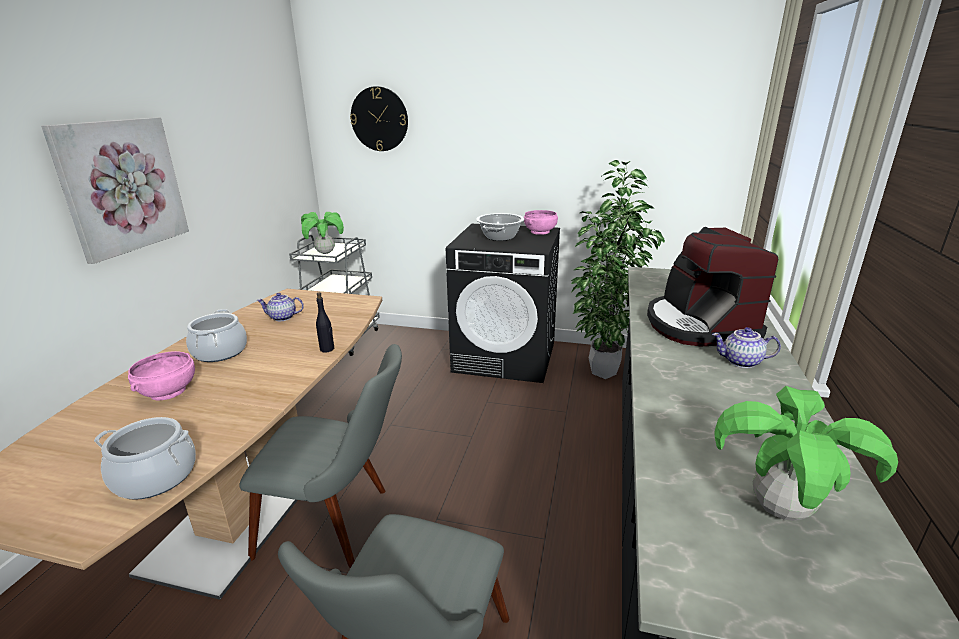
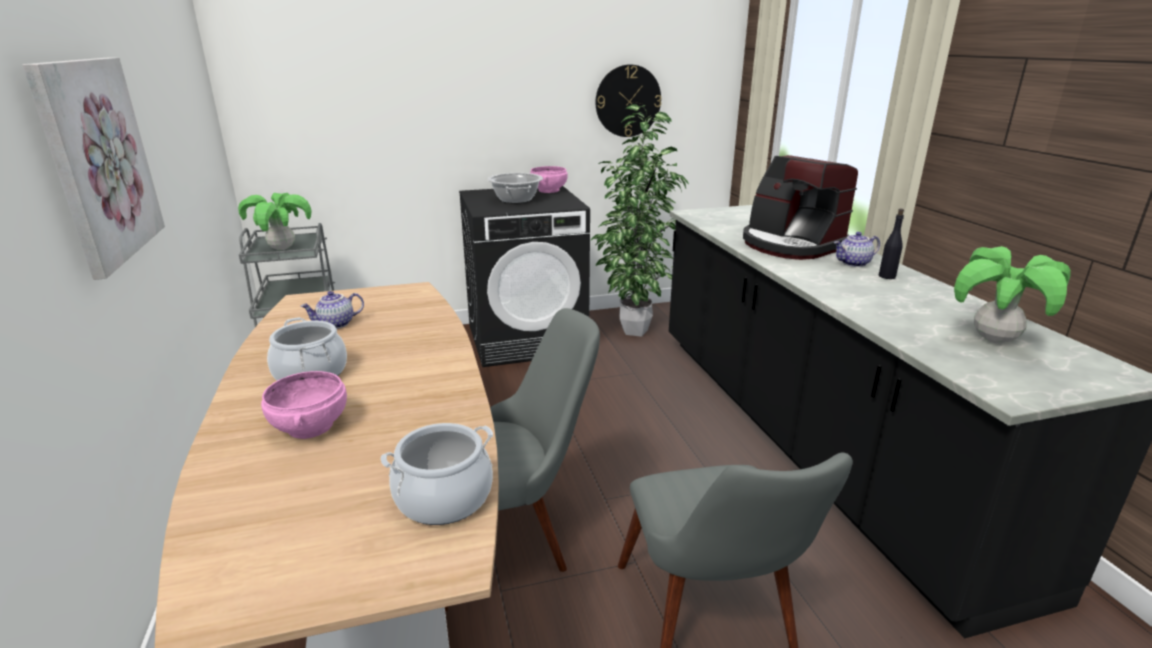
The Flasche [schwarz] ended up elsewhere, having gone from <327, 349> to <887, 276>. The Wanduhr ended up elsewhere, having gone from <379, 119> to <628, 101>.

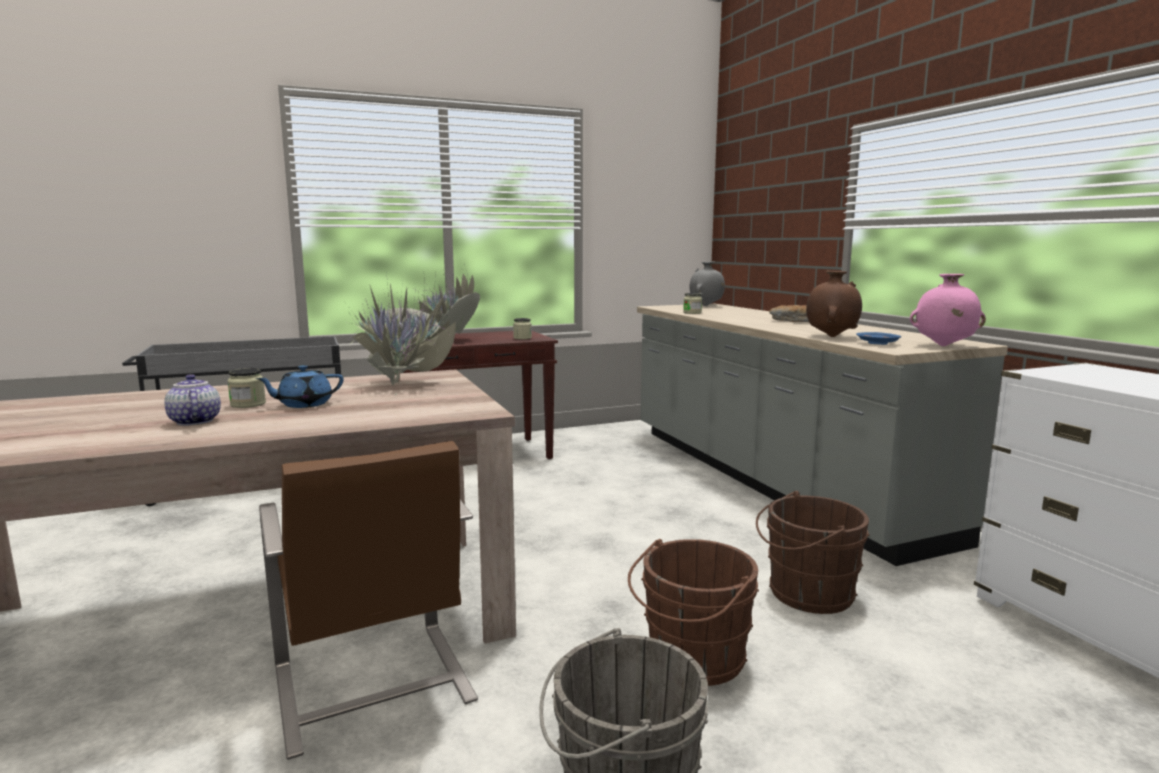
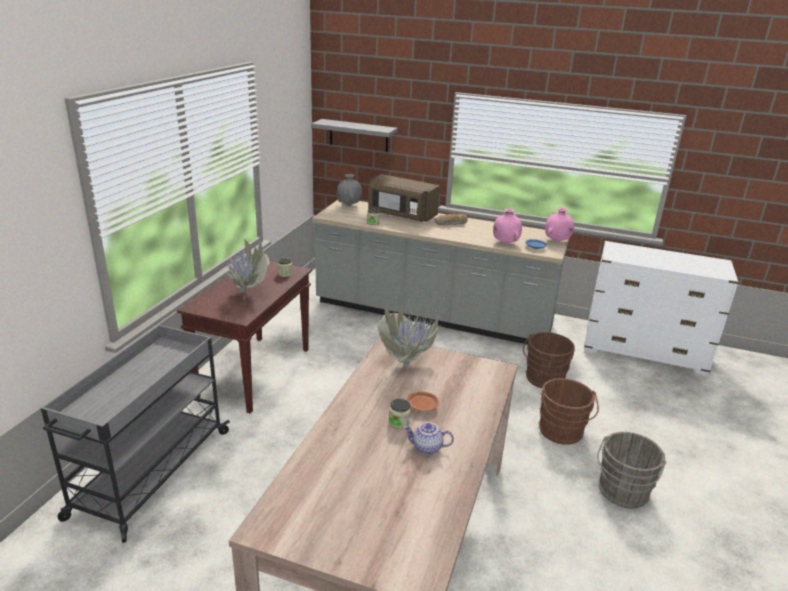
Where the Teekanne [blau] stood at <304, 404>, the Teller [braun] came to stand at <422, 406>. The second view lost the Stuhl [braun] at <372, 686>. What was the Vase [braun] at <831, 336> turned into the Vase [rosa] at <505, 243>. The second view gained the Wandregal [grau] at <358, 135>. The second view gained the Mikrowelle [braun] at <401, 214>.

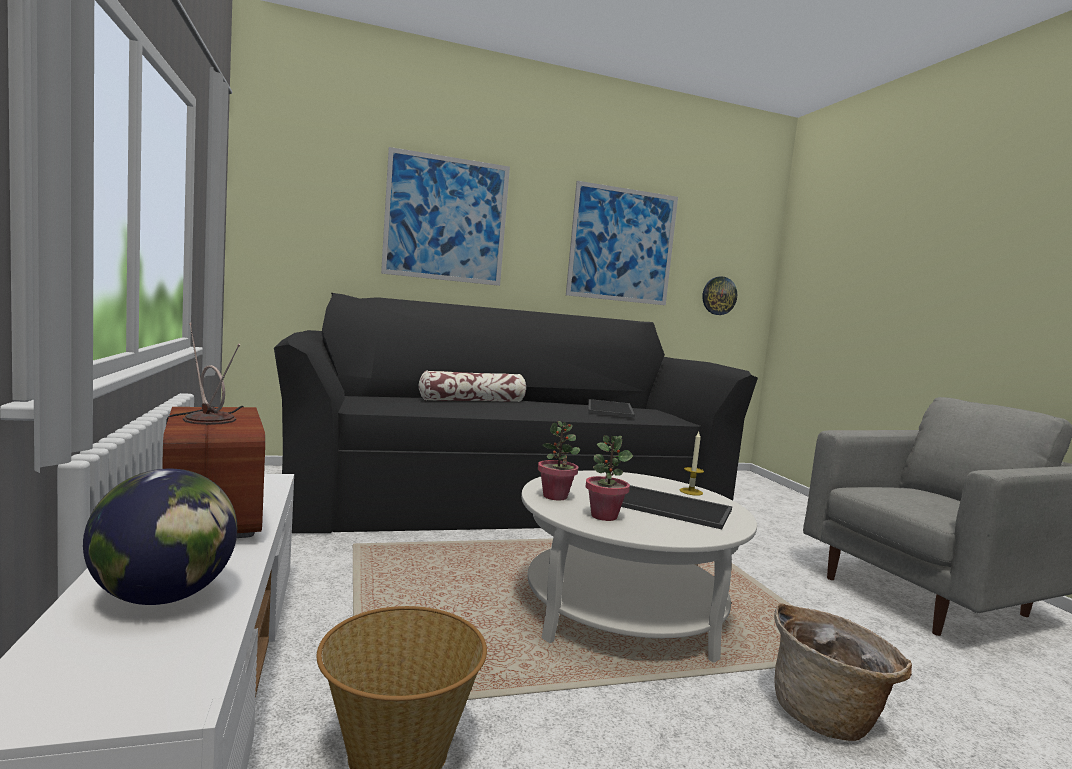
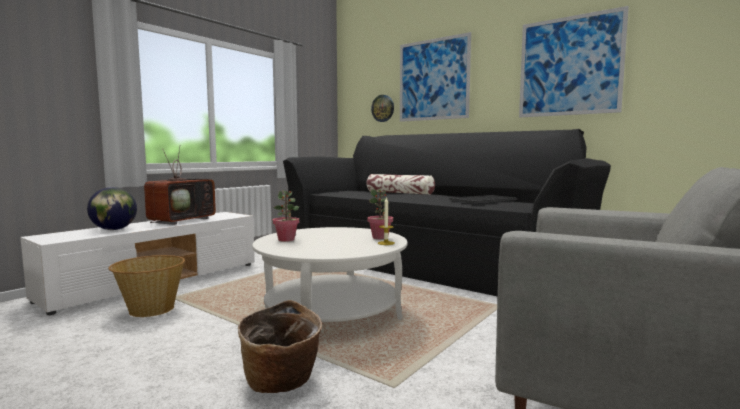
The Topfpflanze ended up elsewhere, having gone from <555, 496> to <380, 237>. The second view lost the Tablett at <669, 506>. The Wanduhr ended up elsewhere, having gone from <719, 295> to <383, 108>.

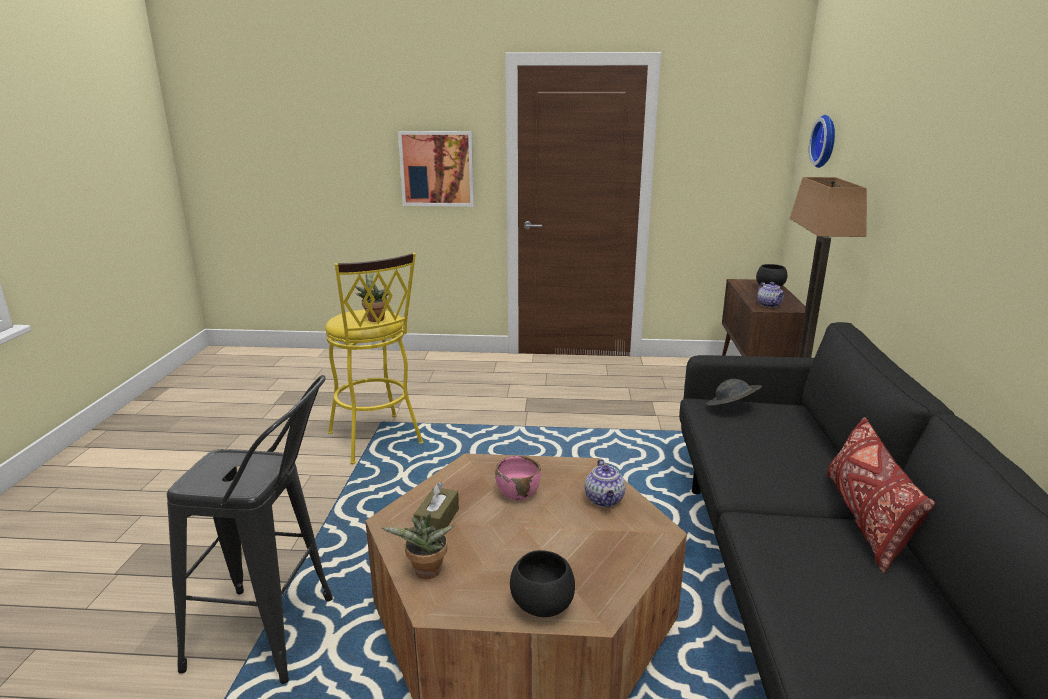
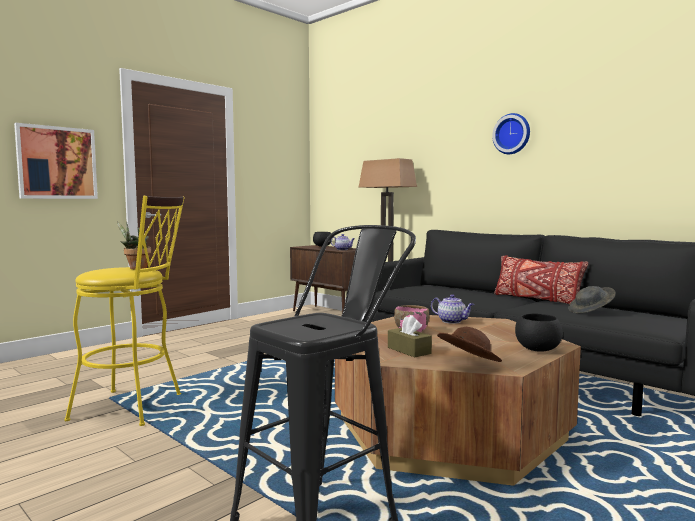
Where the Topfpflanze stood at <426, 573>, the Hut [braun] came to stand at <467, 363>. The Hut [grau] ended up elsewhere, having gone from <731, 408> to <591, 311>. The Wanduhr ended up elsewhere, having gone from <826, 141> to <512, 134>.

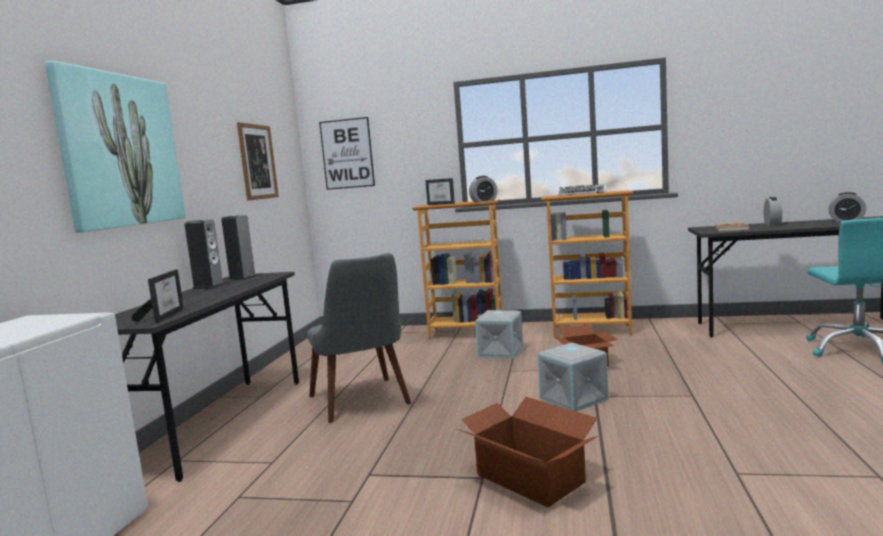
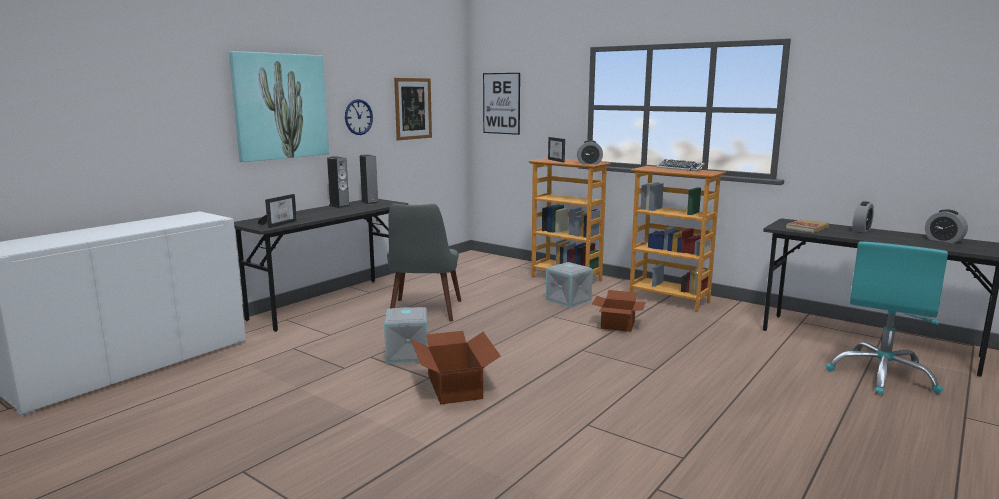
The Aufbewahrungsbox [grau] ended up elsewhere, having gone from <574, 399> to <408, 354>. The second view gained the Wanduhr at <358, 117>.

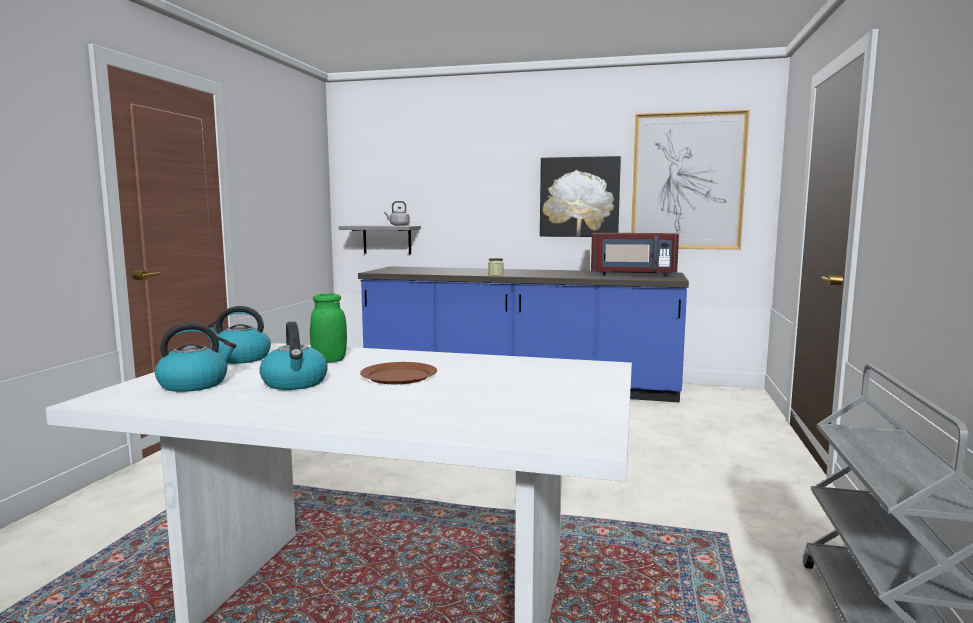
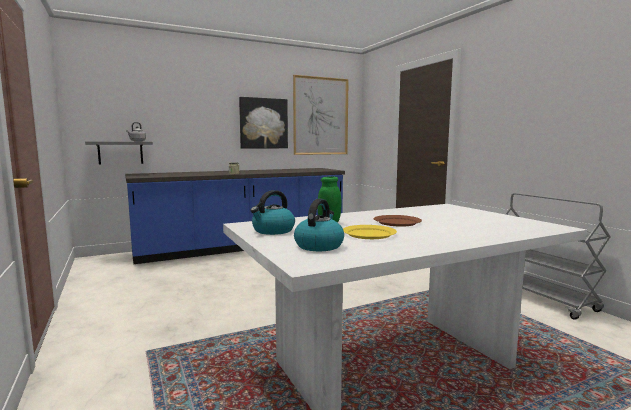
Where the Wasserkessel stood at <295, 383>, the Teller [gelb] came to stand at <368, 234>. The second view lost the Mikrowelle [rot] at <632, 275>.

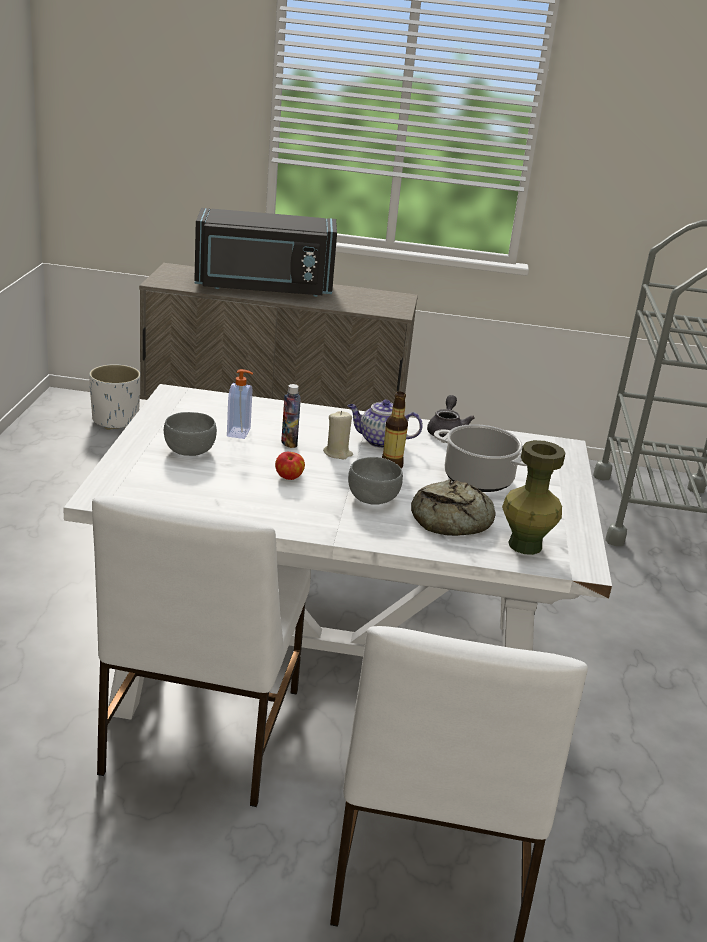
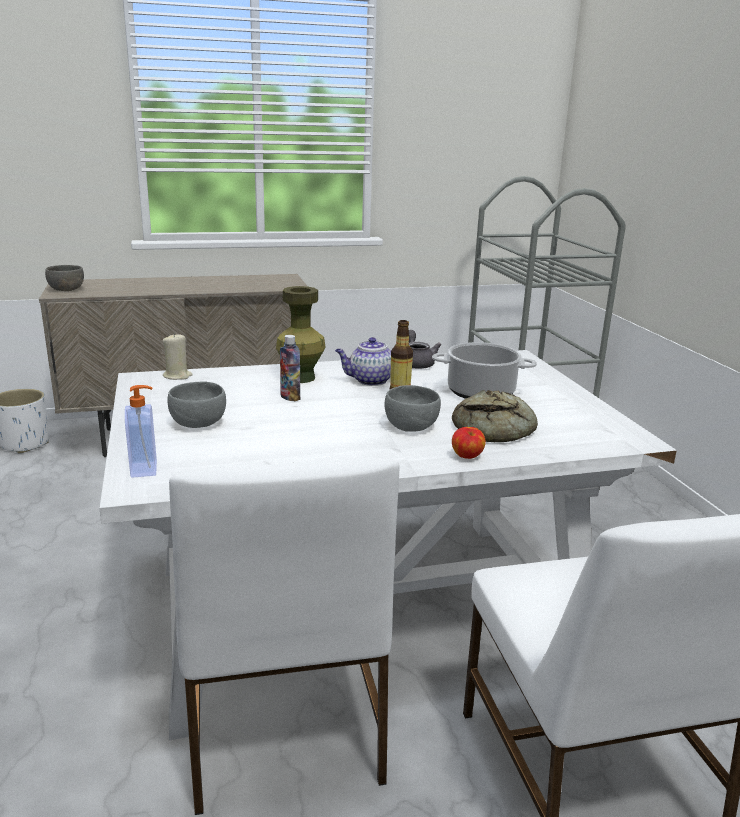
The second view lost the Mikrowelle [schwarz] at <263, 288>. The Seifenspender ended up elsewhere, having gone from <239, 433> to <145, 469>. The Apfel ended up elsewhere, having gone from <289, 478> to <467, 457>. The Kerze [beige] ended up elsewhere, having gone from <337, 453> to <177, 376>. The Vase [grün] ended up elsewhere, having gone from <524, 545> to <300, 378>. The second view gained the Schüssel [grau] at <66, 289>.

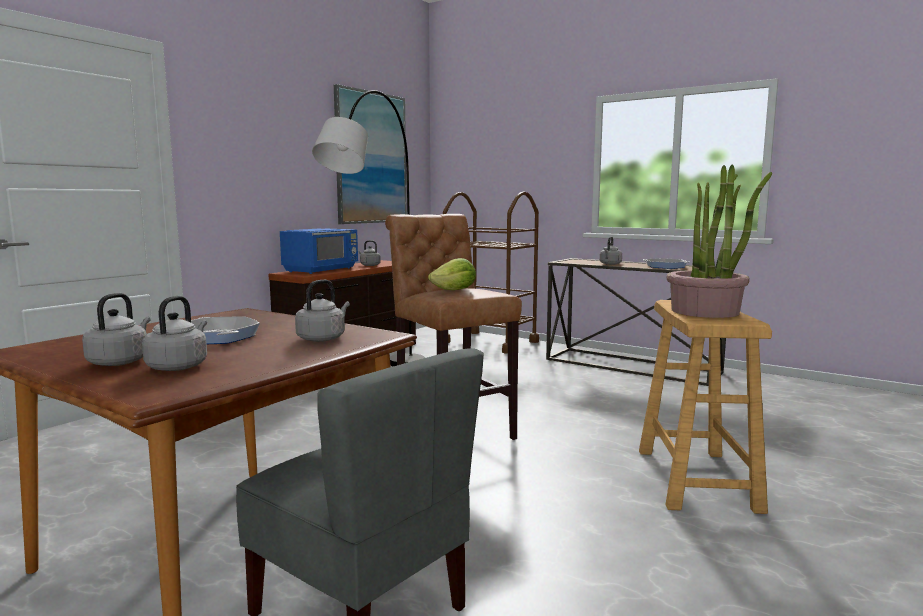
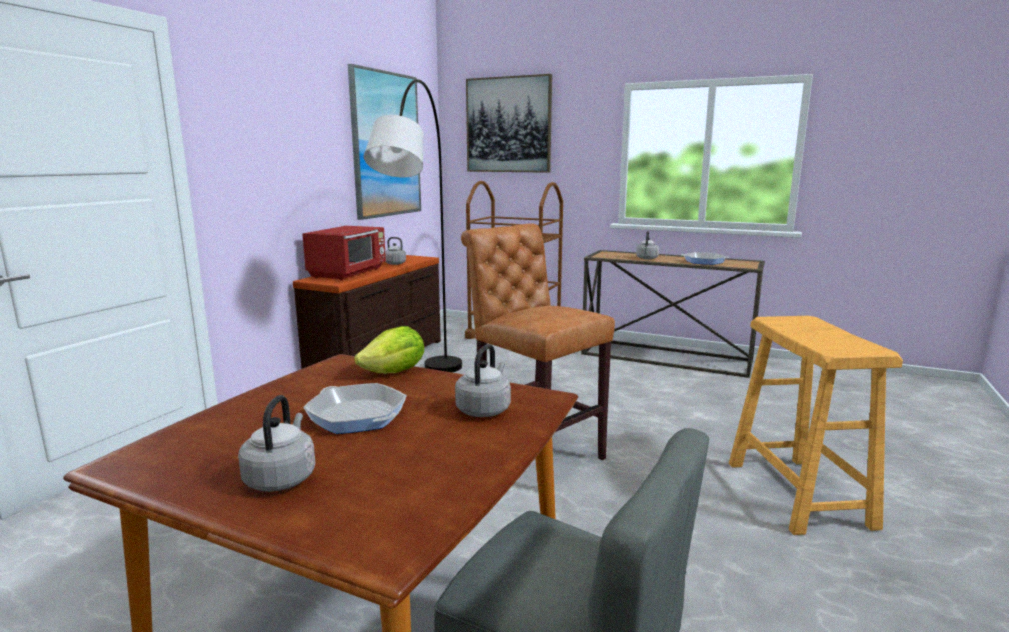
The second view lost the Wasserkessel [grau] at <179, 366>. What was the Mikrowelle [blau] at <322, 270> turned into the Mikrowelle [rot] at <349, 273>. The Salatkopf ended up elsewhere, having gone from <454, 290> to <395, 372>. The second view lost the Topfpflanze at <706, 311>. The second view gained the Bild at <508, 125>.

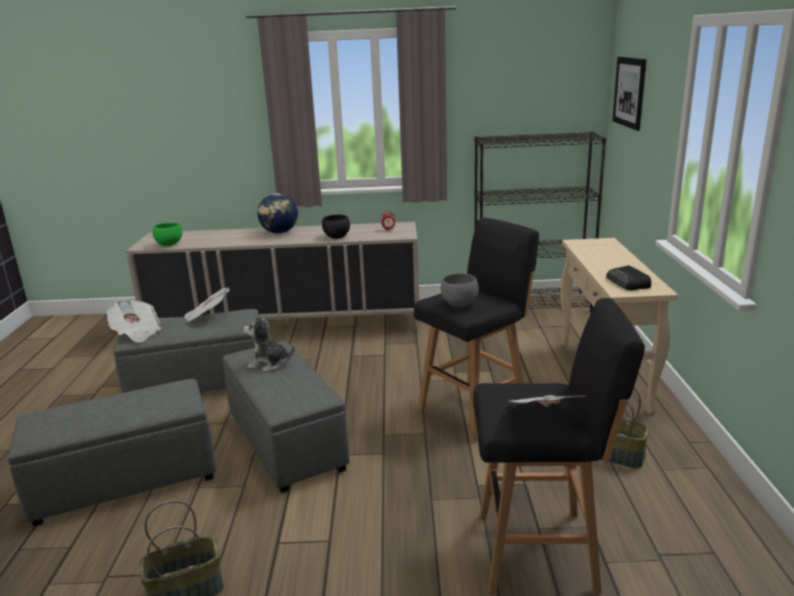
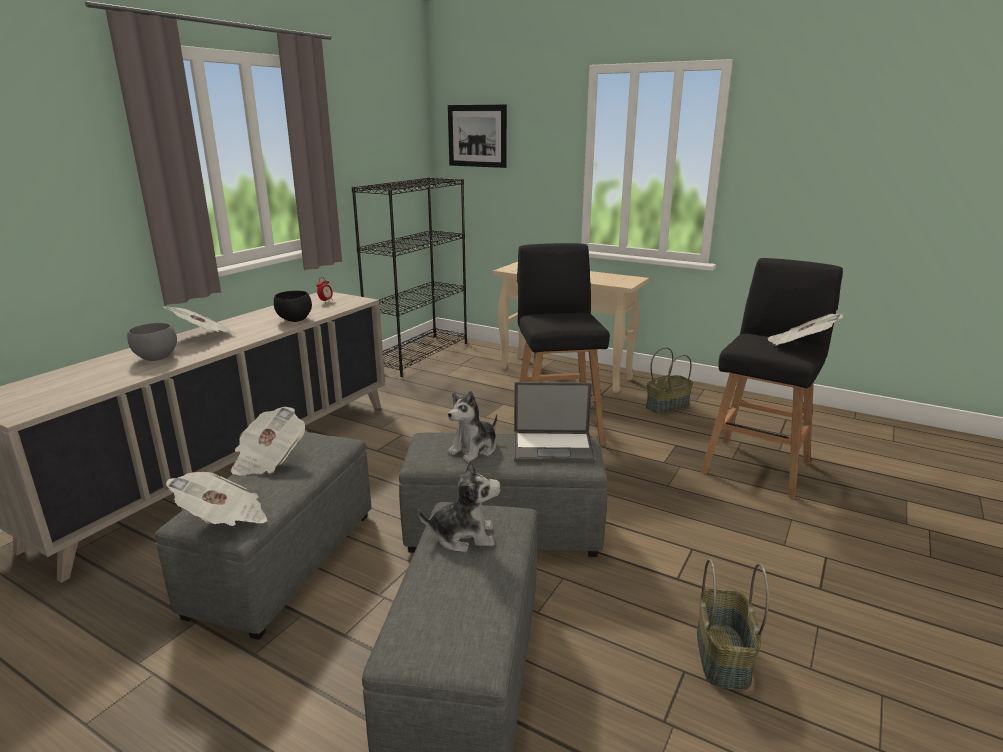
The second view lost the Schüssel [grün] at <169, 244>. Where the Globus stood at <279, 232>, the Zeitung came to stand at <204, 336>. The Schüssel [grau] ended up elsewhere, having gone from <458, 304> to <156, 358>. The second view lost the Radio at <628, 283>. The second view gained the Plüschtier at <463, 536>. The second view gained the Laptop at <554, 447>.

